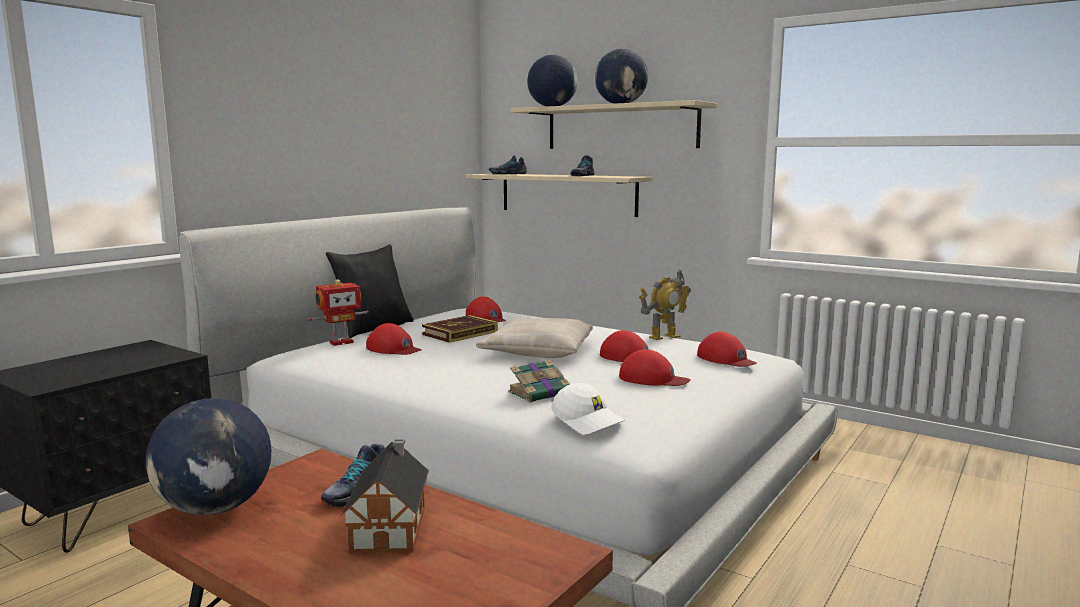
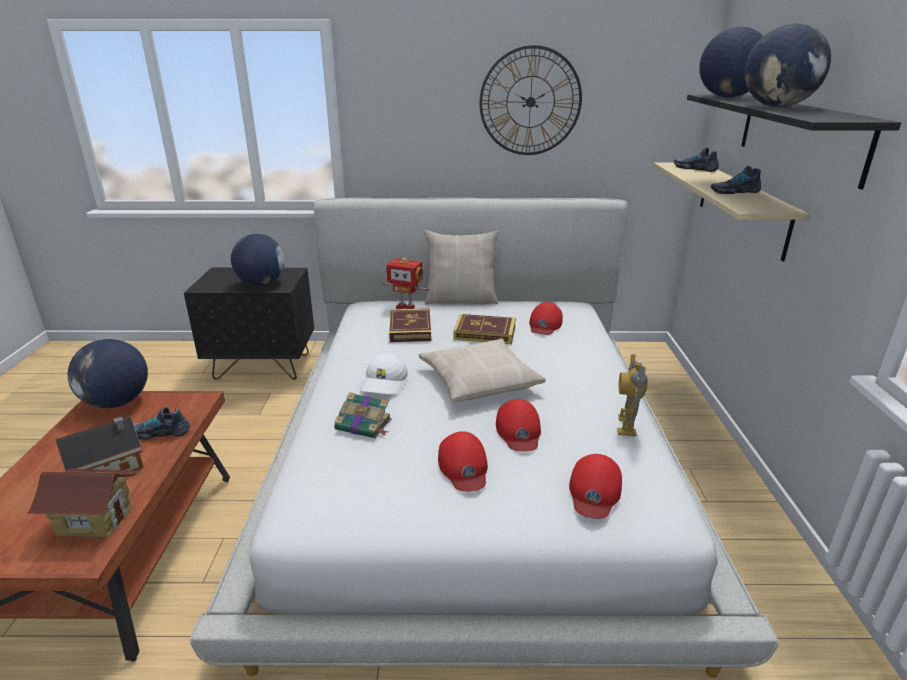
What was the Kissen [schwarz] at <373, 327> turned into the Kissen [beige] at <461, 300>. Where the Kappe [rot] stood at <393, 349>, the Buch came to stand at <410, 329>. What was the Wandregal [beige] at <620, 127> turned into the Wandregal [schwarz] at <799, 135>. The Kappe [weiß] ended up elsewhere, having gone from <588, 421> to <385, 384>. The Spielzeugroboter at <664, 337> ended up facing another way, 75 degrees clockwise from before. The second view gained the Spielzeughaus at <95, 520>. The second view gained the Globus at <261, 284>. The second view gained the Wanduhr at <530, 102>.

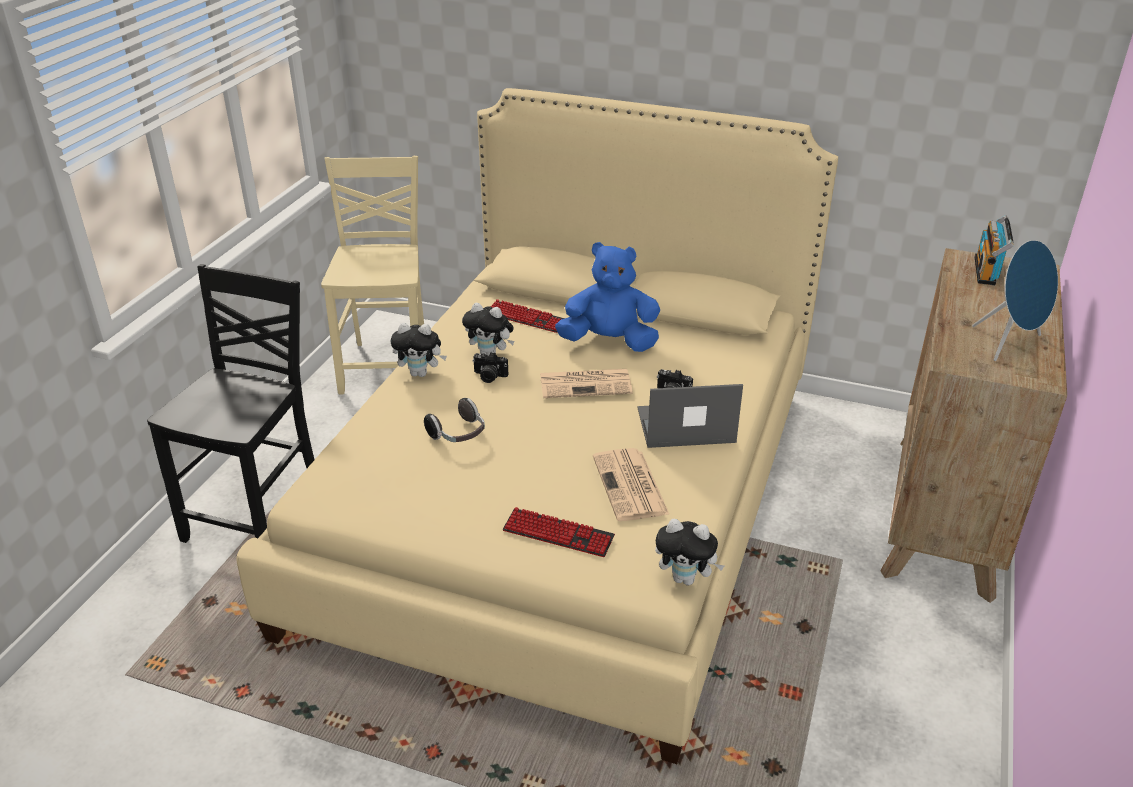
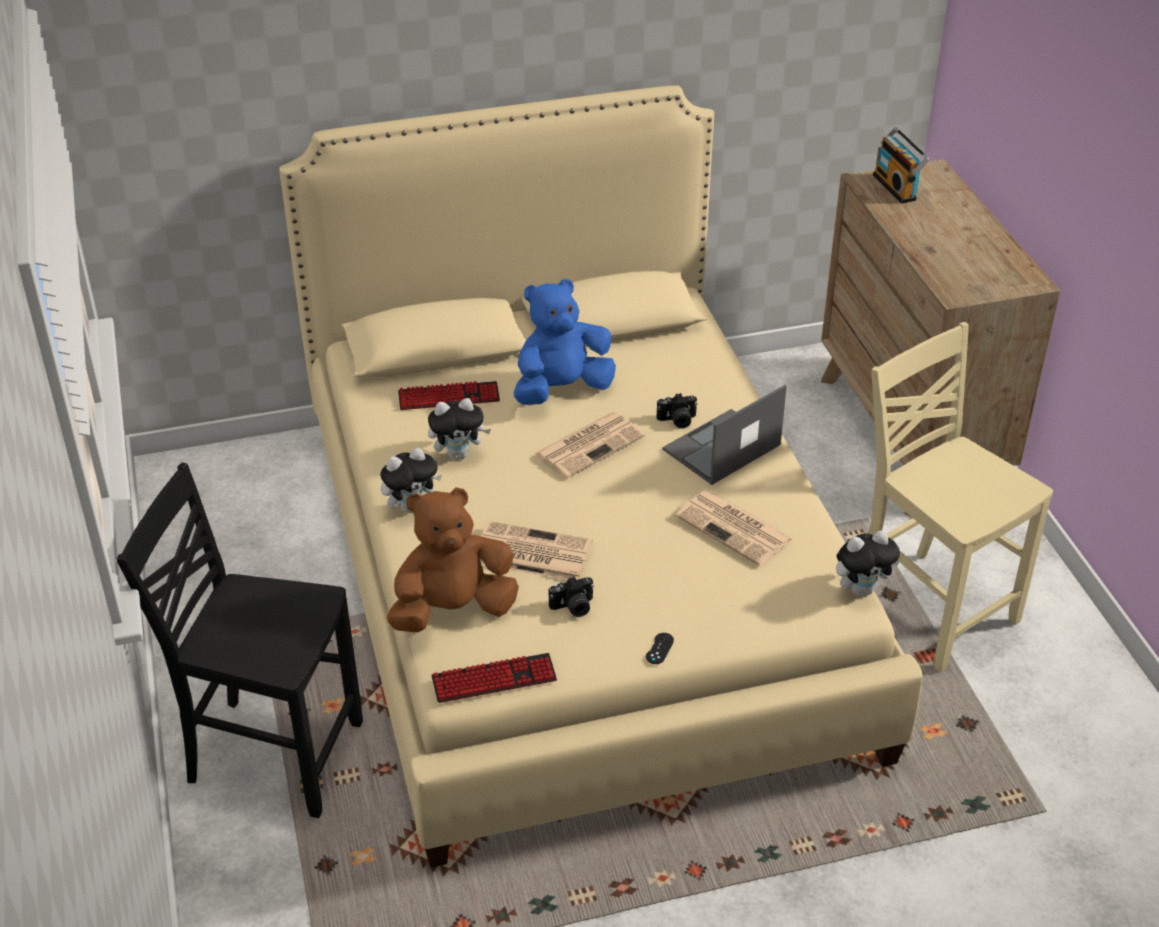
The Stuhl [schwarz] at <259, 515> ended up facing another way, 60 degrees counterclockwise from before. The Stuhl [beige] ended up elsewhere, having gone from <387, 366> to <931, 607>. Where the Kopfhörer stood at <458, 435>, the Zeitung came to stand at <530, 553>. The Kamera ended up elsewhere, having gone from <489, 376> to <573, 607>. The Tastatur ended up elsewhere, having gone from <558, 534> to <494, 679>. The second view lost the Lautsprecher [blau] at <1010, 344>. The second view gained the Plüschtier [braun] at <453, 610>. The second view gained the Gamepad [schwarz] at <659, 648>.

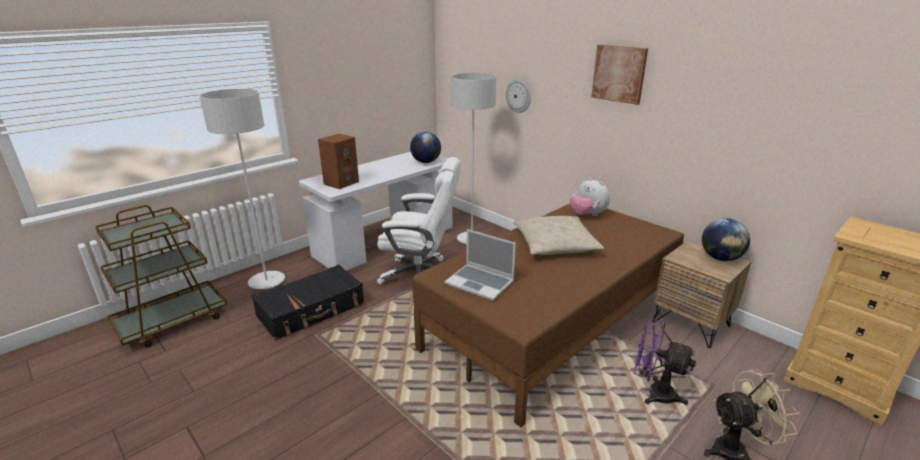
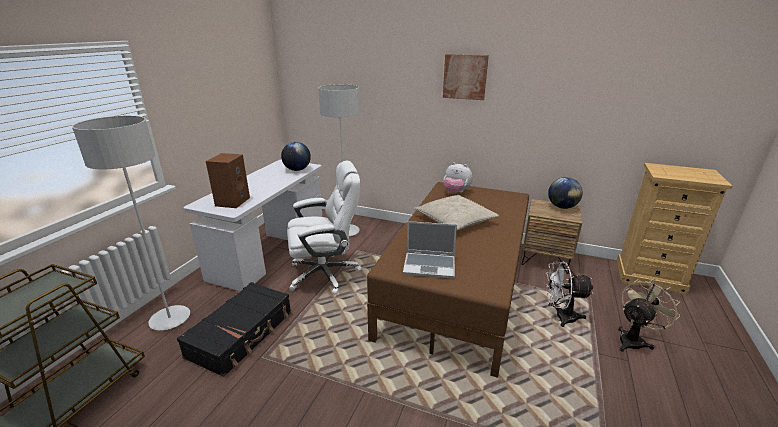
The second view lost the Wanduhr at <518, 96>. What was the Ventilator [lila] at <653, 392> turned into the Ventilator [weiß] at <560, 316>.

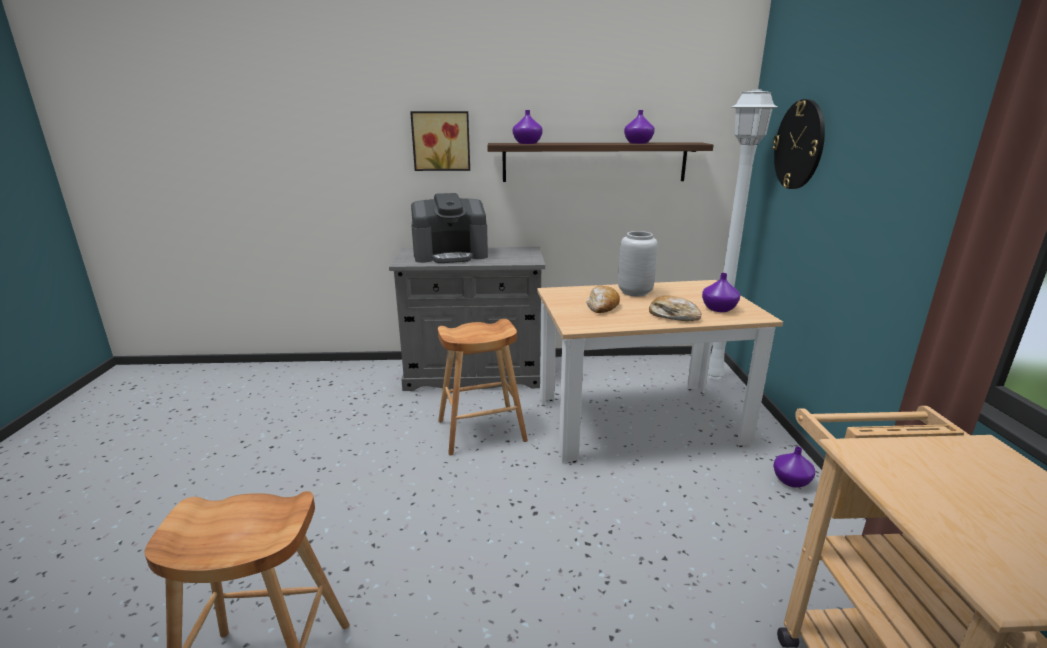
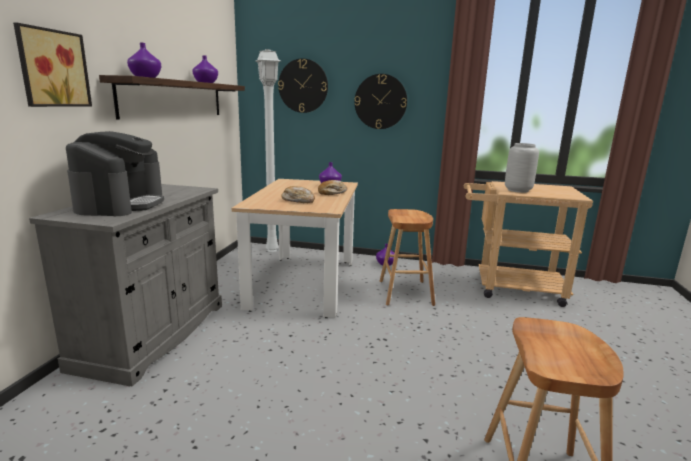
The Hocker [braun] ended up elsewhere, having gone from <482, 431> to <405, 292>. The Vase [grau] ended up elsewhere, having gone from <634, 292> to <517, 190>. The second view gained the Wanduhr at <380, 101>.

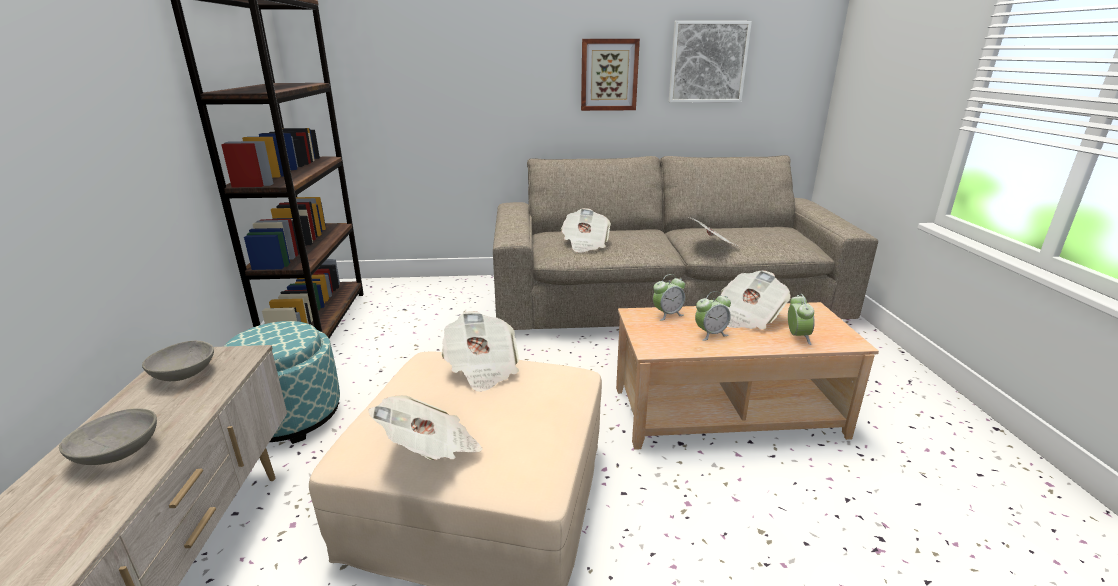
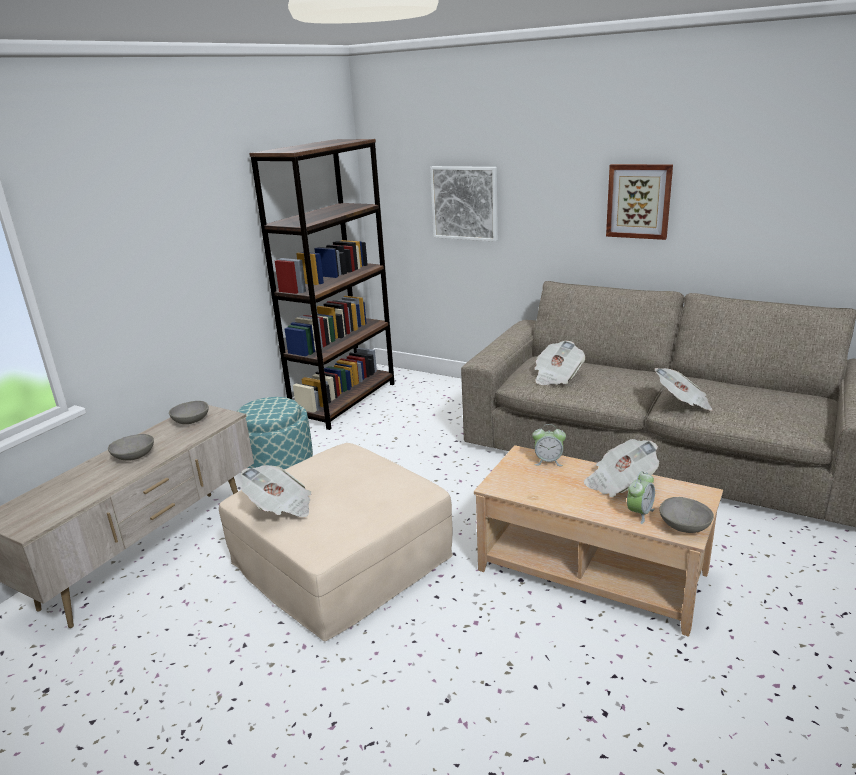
The second view lost the Zeitung at <482, 369>. The Bild ended up elsewhere, having gone from <708, 62> to <465, 203>. The second view lost the Wecker at <710, 334>. The second view gained the Schüssel [grau] at <683, 526>.

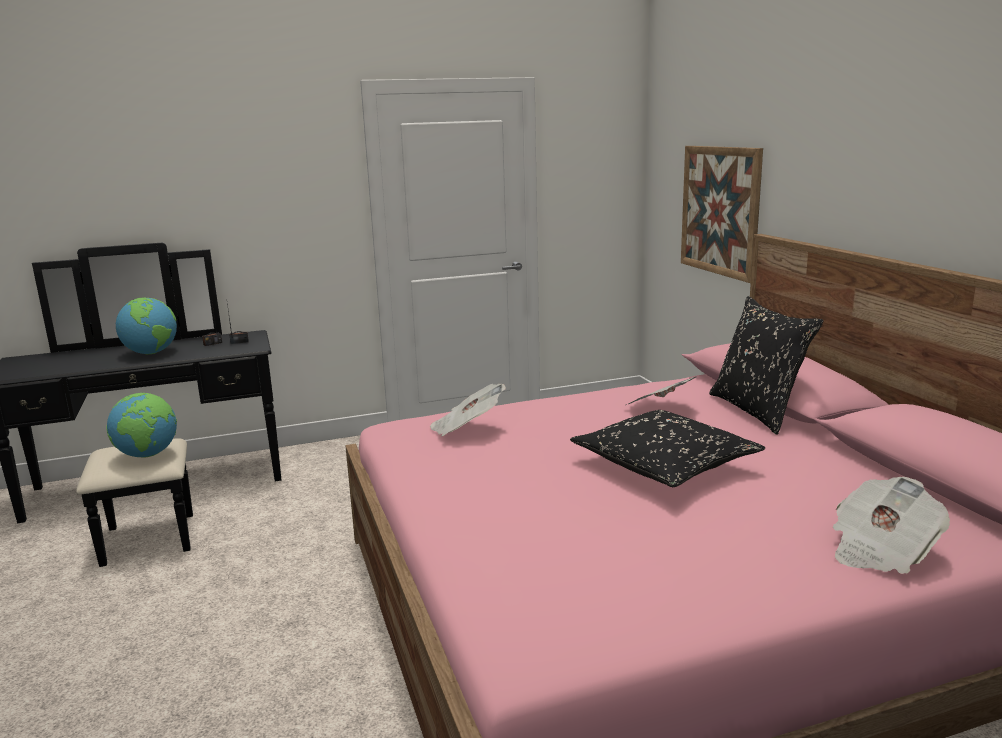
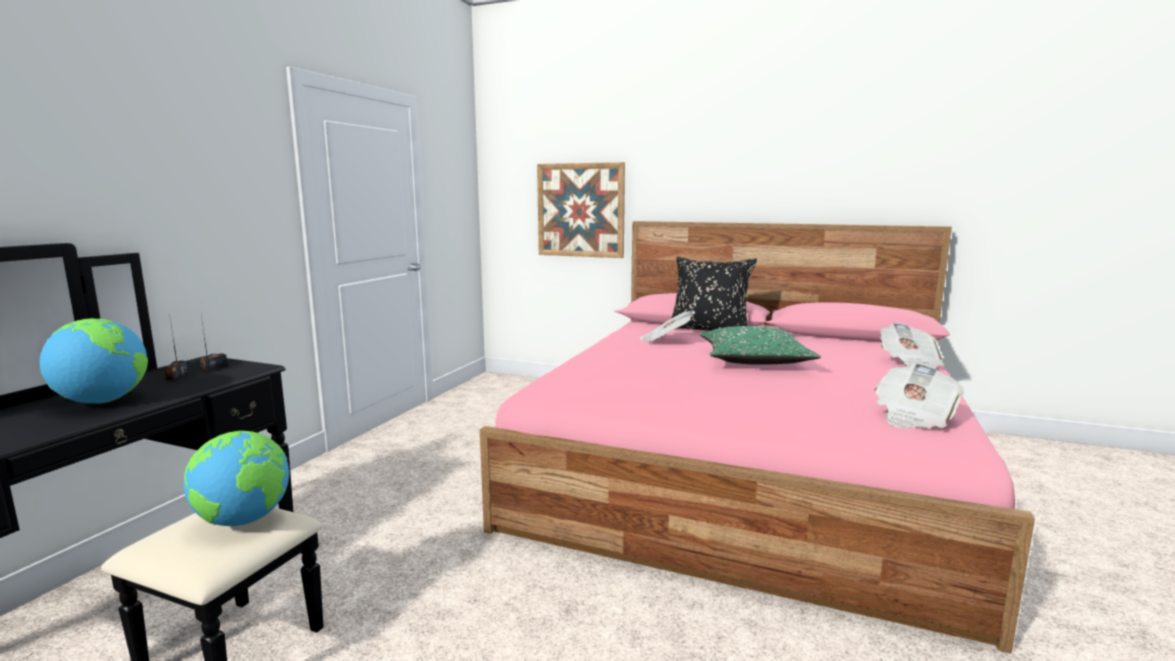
The Zeitung ended up elsewhere, having gone from <467, 428> to <913, 417>. What was the Kissen [schwarz] at <664, 466> turned into the Kissen [grün] at <753, 361>.

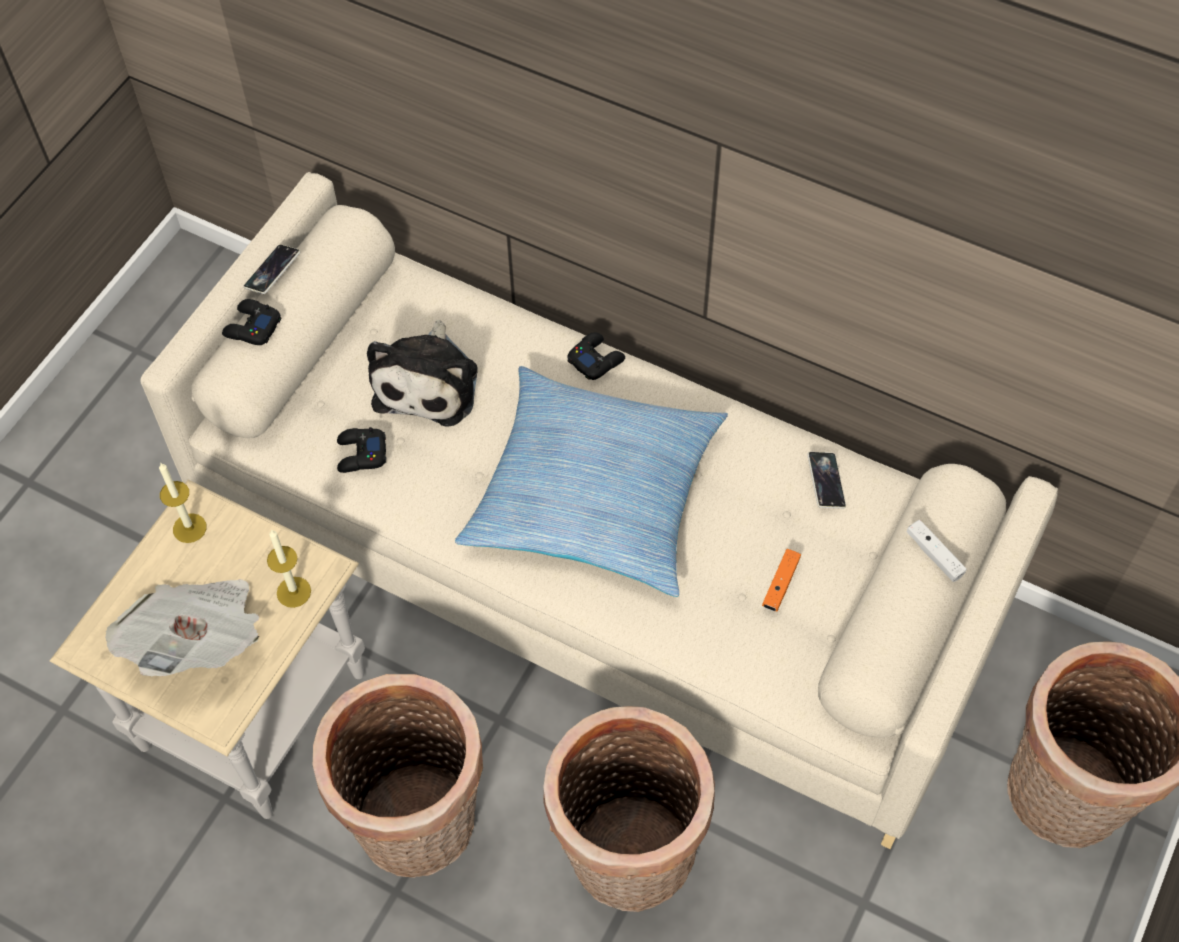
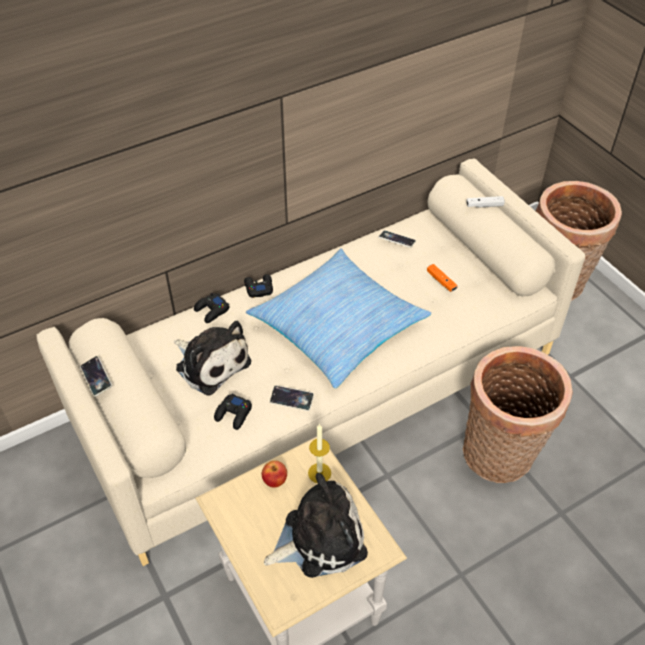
Where the Zeitung stood at <198, 640>, the Plüschtier came to stand at <319, 538>. The second view lost the Kerze at <189, 528>. The Gamepad [schwarz] ended up elsewhere, having gone from <252, 327> to <212, 311>. The second view lost the Korb at <419, 828>. The second view gained the Apfel at <275, 481>. The second view gained the Handy at <291, 400>.

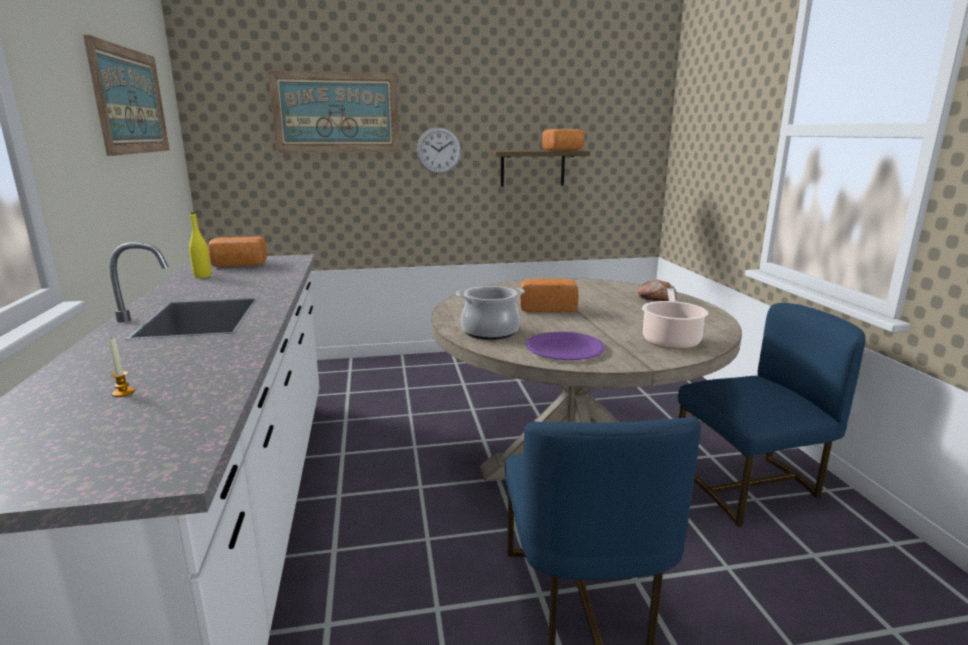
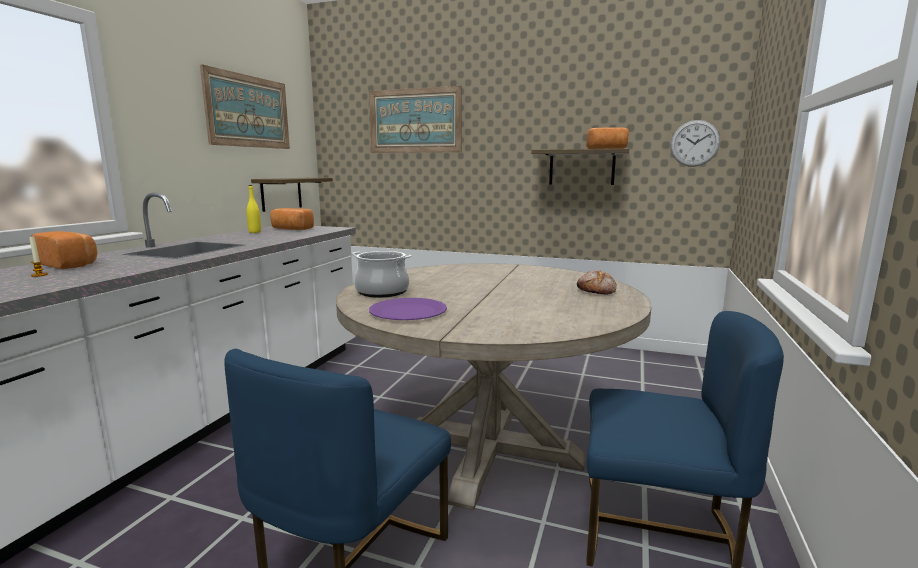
The Wanduhr ended up elsewhere, having gone from <439, 150> to <694, 143>. The Brot ended up elsewhere, having gone from <547, 308> to <69, 264>. The second view lost the Kochtopf at <670, 340>. The second view gained the Wandregal at <281, 194>.

